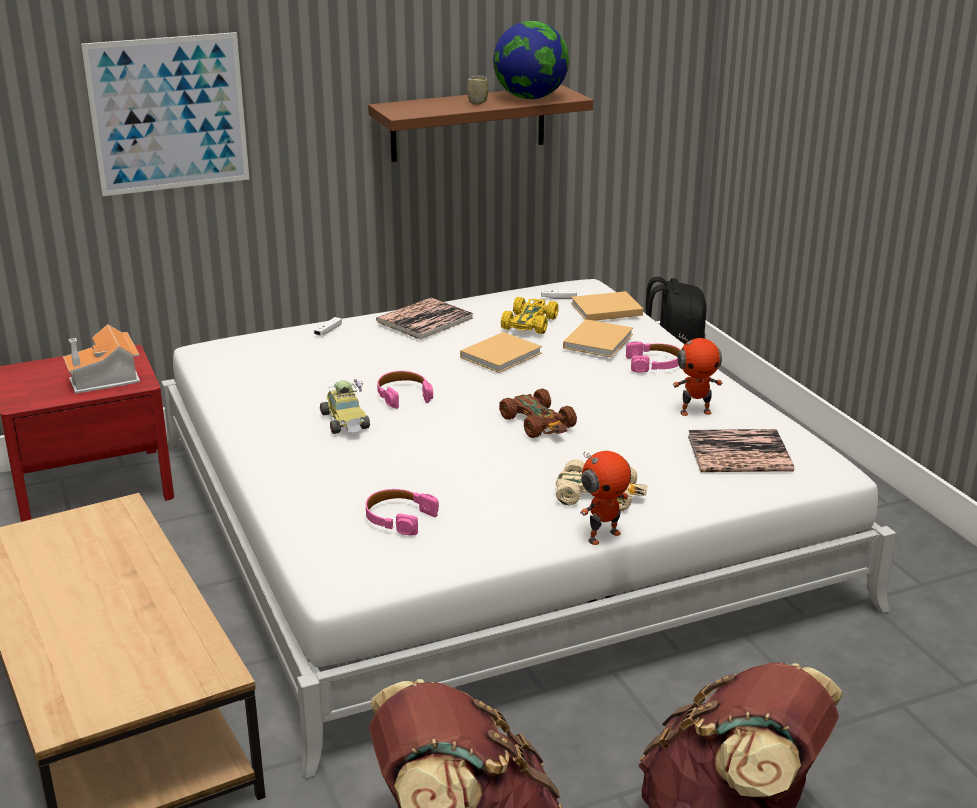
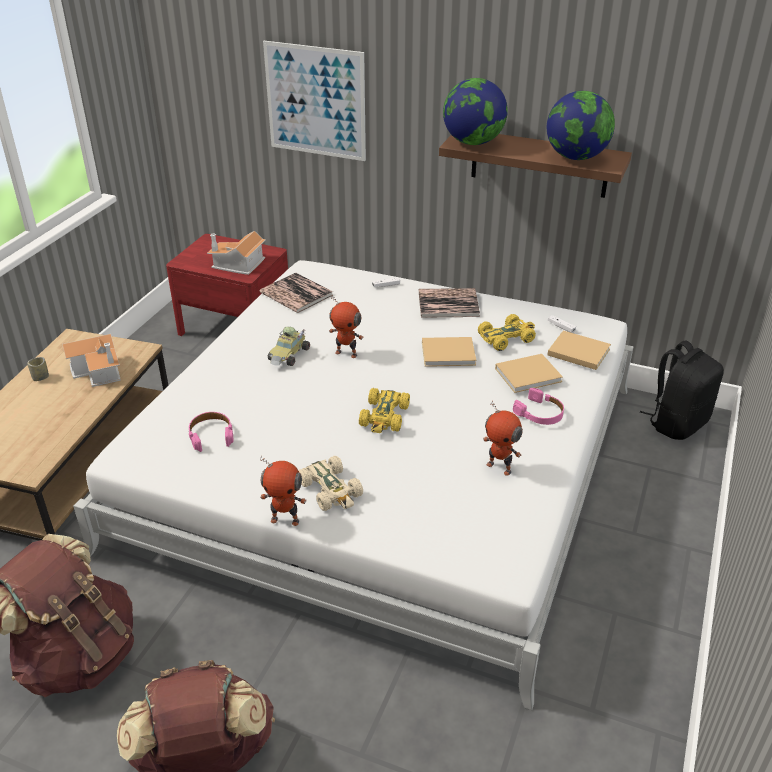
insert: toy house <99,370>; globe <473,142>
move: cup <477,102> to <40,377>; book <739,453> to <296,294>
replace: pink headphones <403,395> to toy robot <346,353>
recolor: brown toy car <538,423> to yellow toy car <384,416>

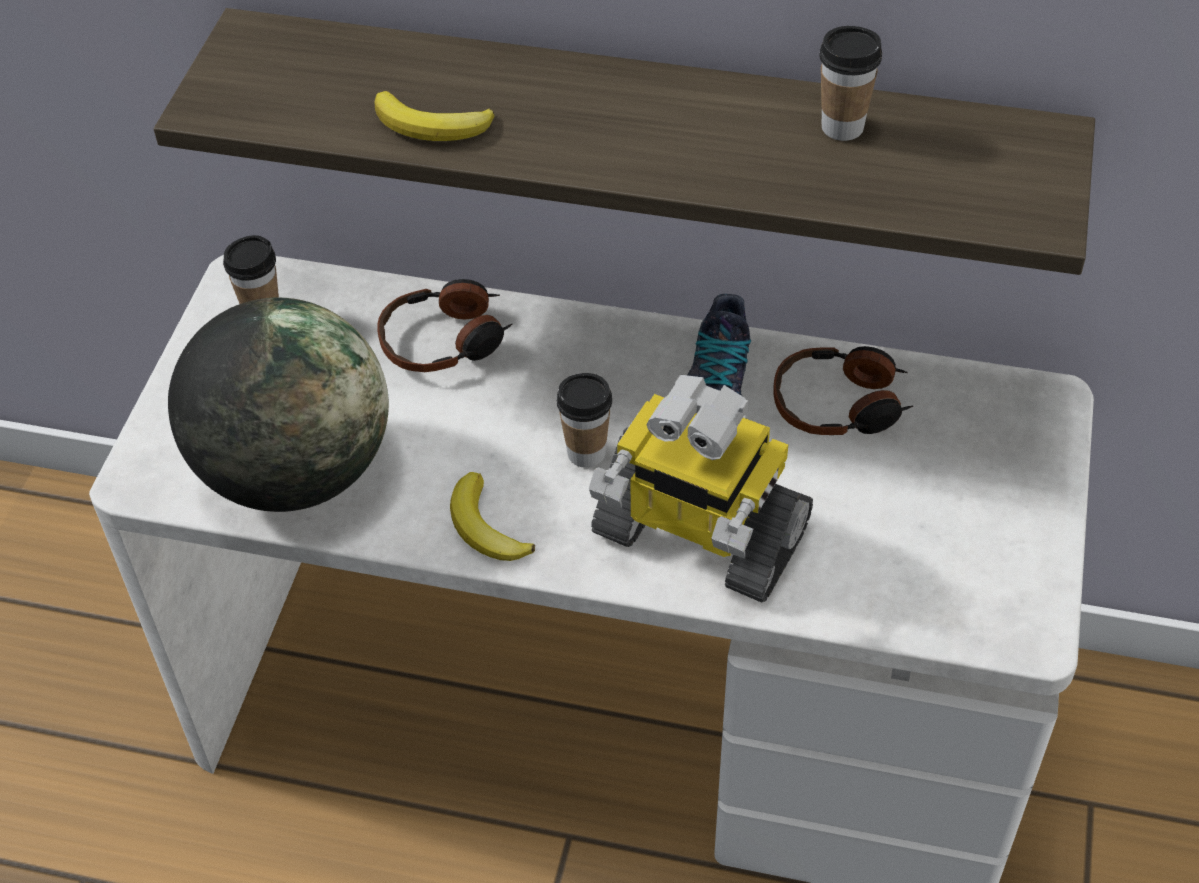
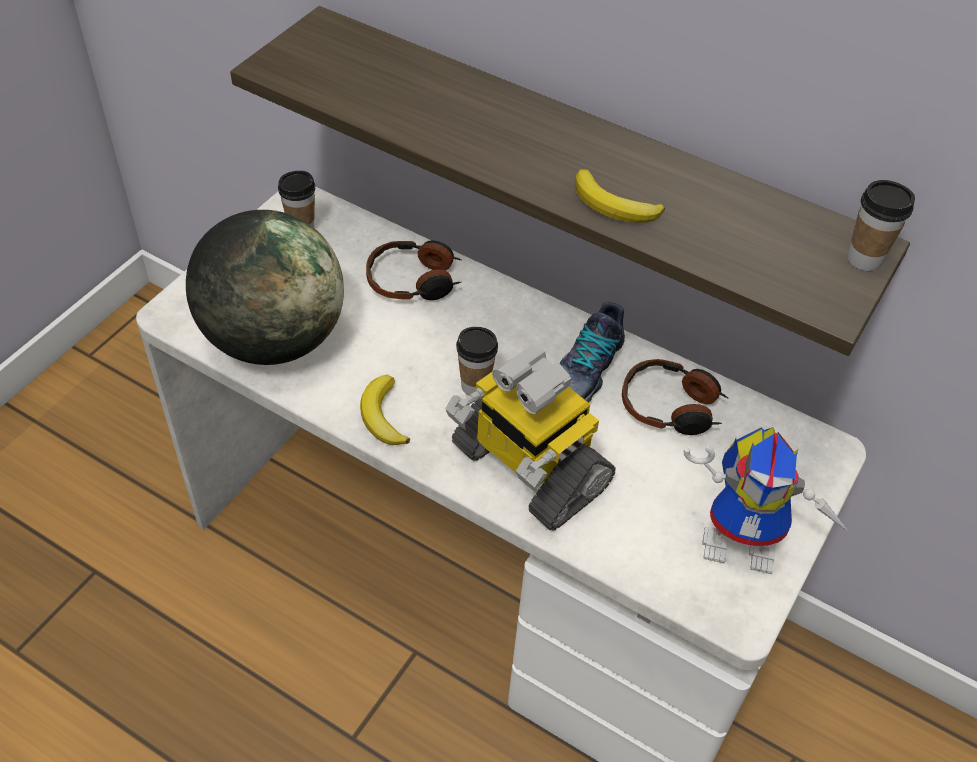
insert: toy robot <745,543>
move: banana <432,126> to <614,205>; cup <842,127> to <864,259>

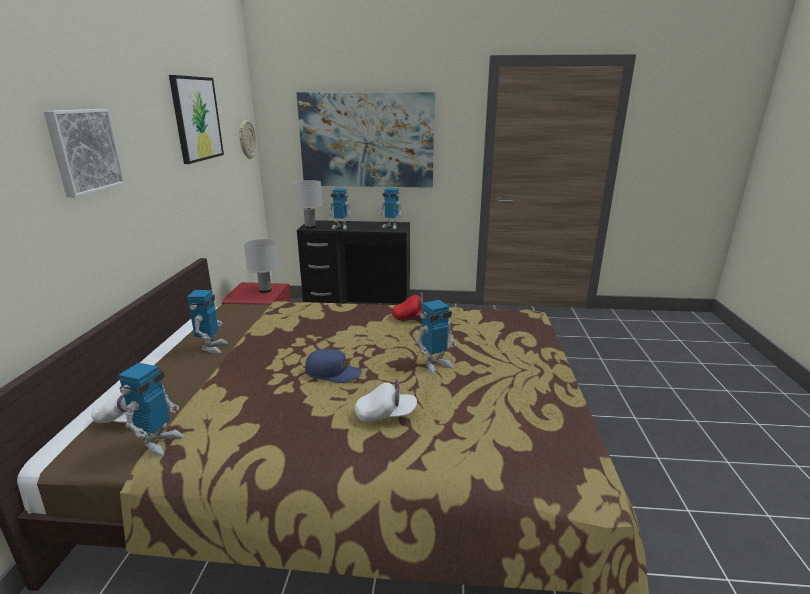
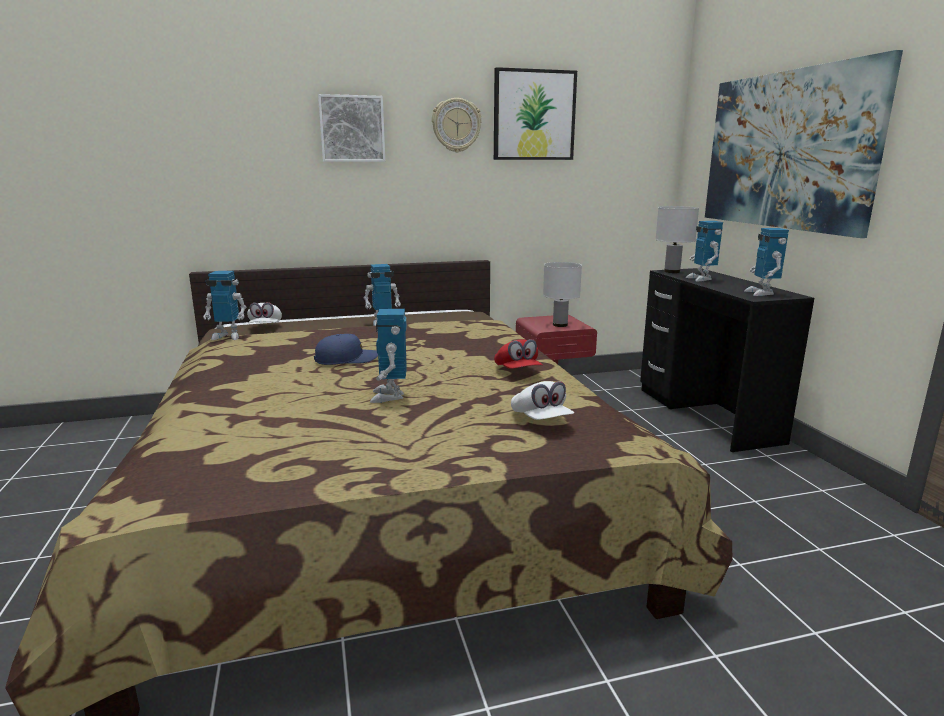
move: wall clock <246,140> to <456,125>; white cap <385,414> to <541,420>
rotate: blue cap <333,373> = <346,359> 105 degrees counterclockwise; toy robot <435,364> = <390,396> 45 degrees clockwise

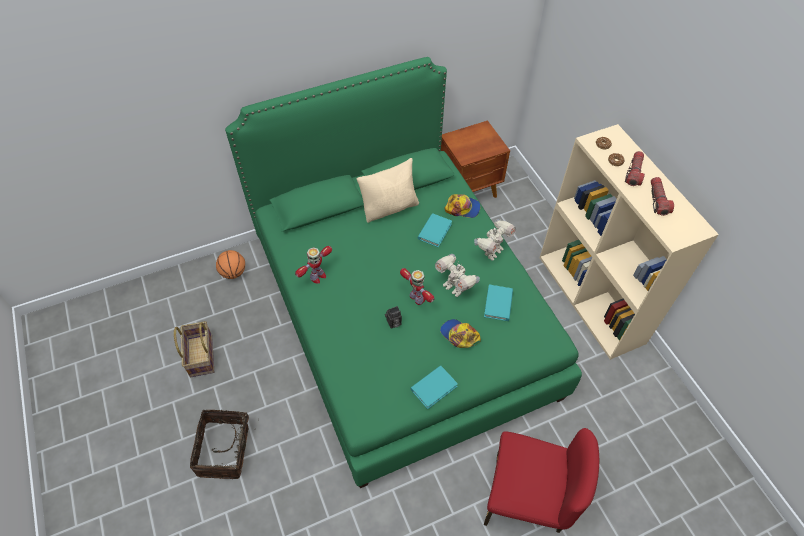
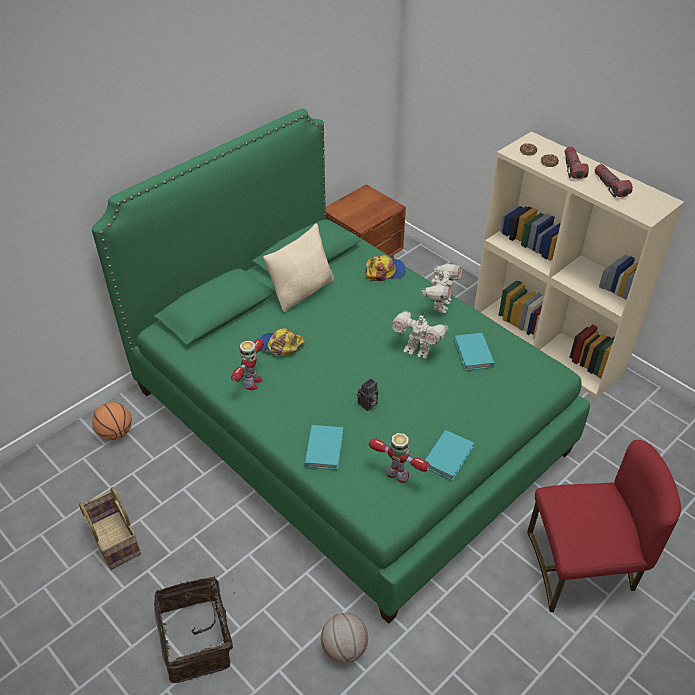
insert: basketball <344,648>
move: toy robot <417,298> to <398,475>; turquoise book <434,231> to <324,449>; cap <459,335> to <280,346>

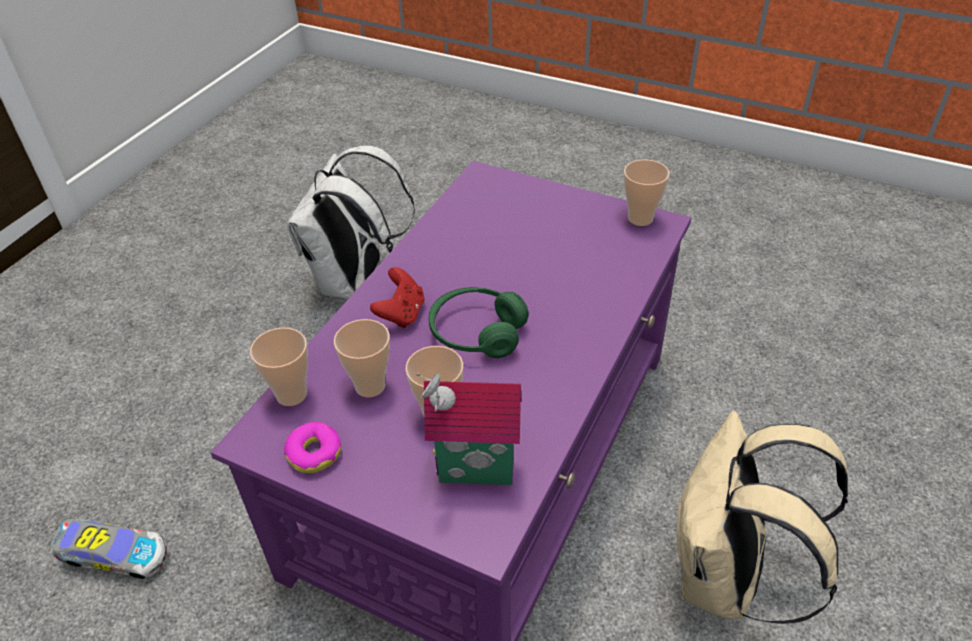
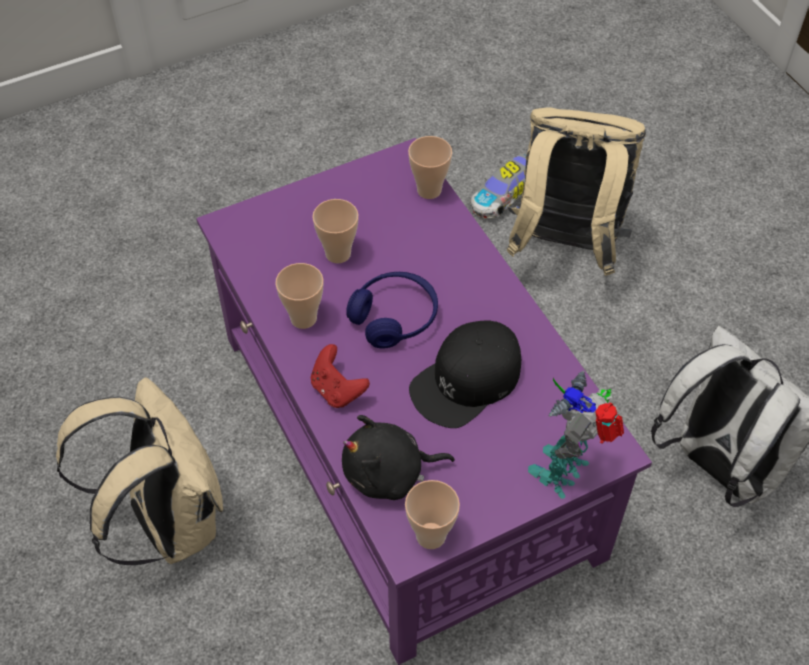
delete: donut <314,453>; toy house <475,475>
insert: black plush toy <389,473>; black cap <467,380>; beige backpack <564,246>; toy robot <565,471>
move: cup <370,386> to <303,318>; red game controller <401,314> to <337,390>
recolor: green headphones <477,333> to blue headphones <394,317>

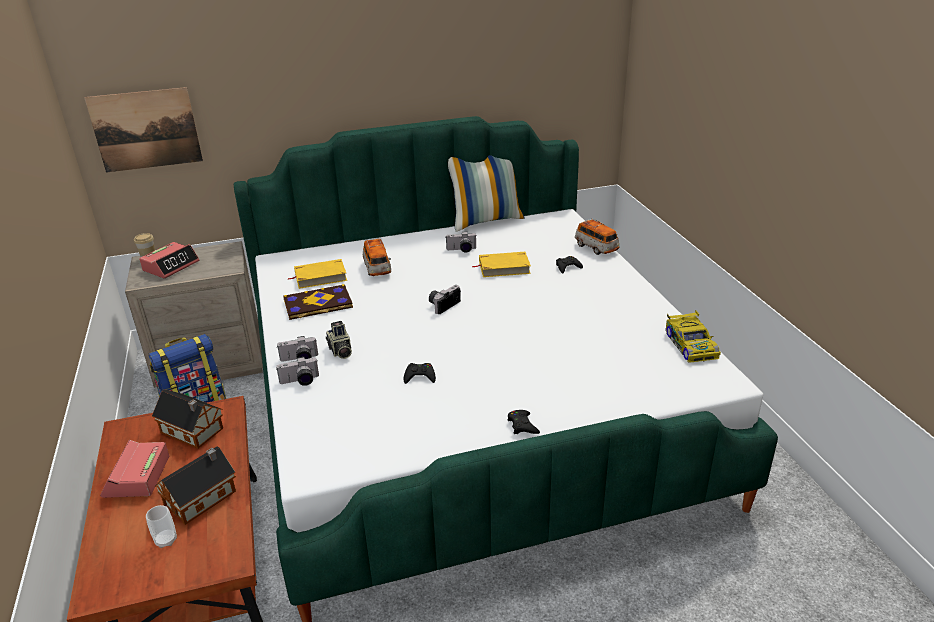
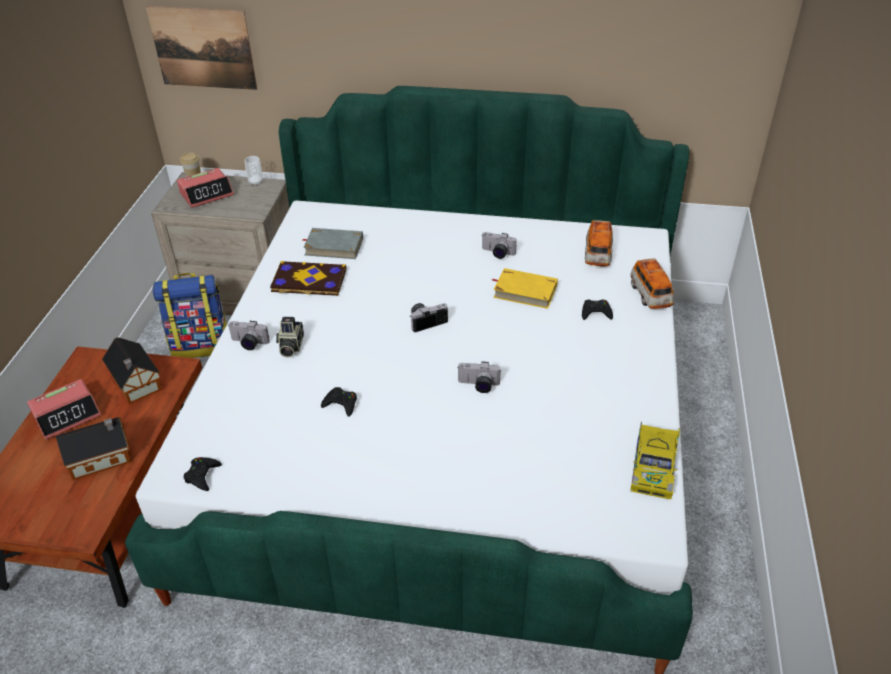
delete: pillow <486,220>
move: cup <166,540> to <256,182>; photo camera <300,381> to <478,386>; toy car <377,269> to <597,255>; black game controller <522,425> to <202,476>
recolor: yellow book <320,277> to grey book <334,246>
rotate: alarm clock <137,476> = <67,415> 150 degrees counterclockwise

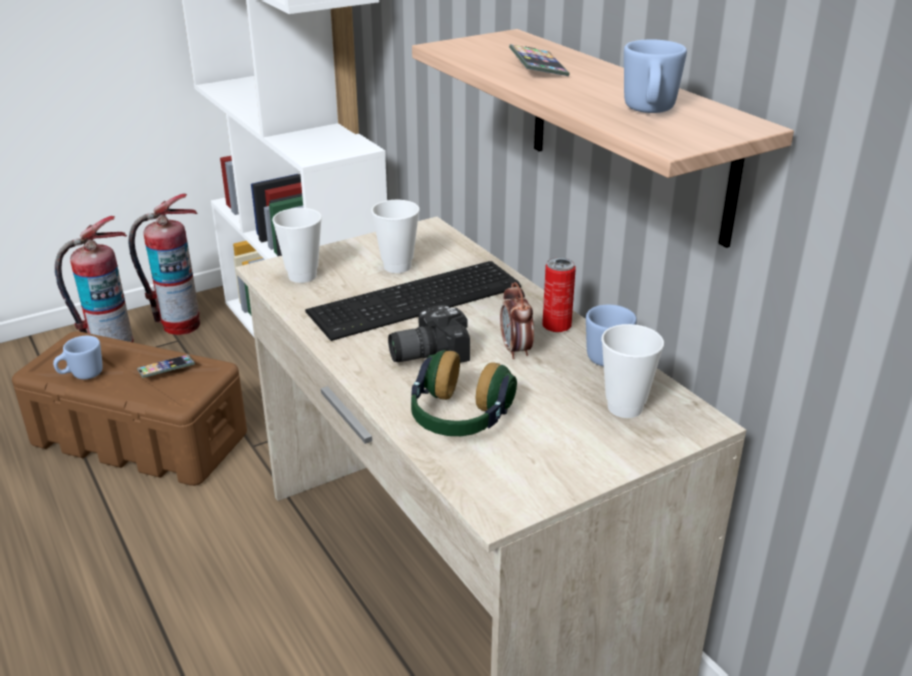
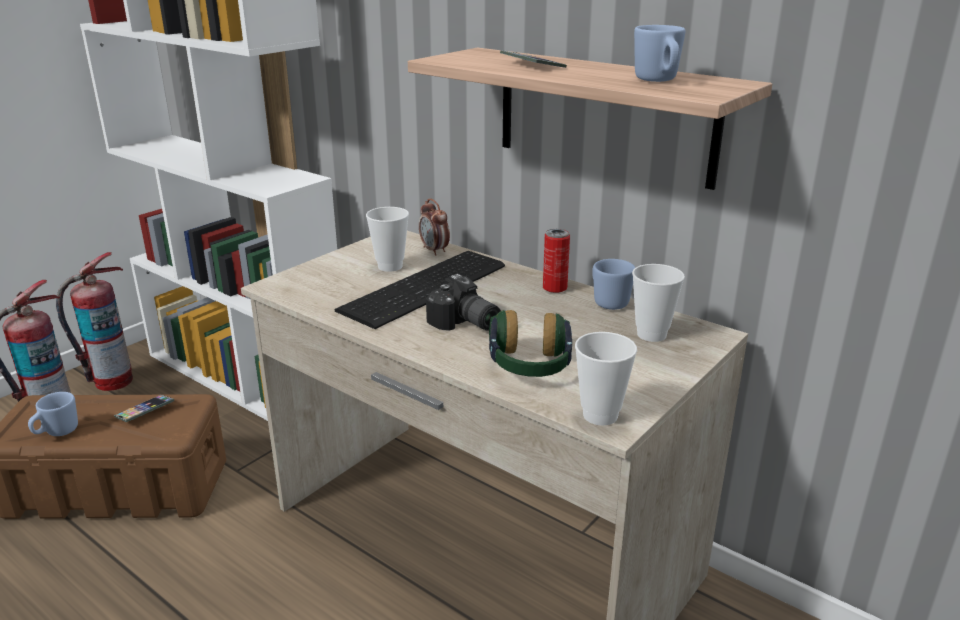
move: cup <302,276> to <600,415>; alarm clock <516,350> to <434,250>
rotate: photo camera <426,353> = <464,324> 90 degrees counterclockwise

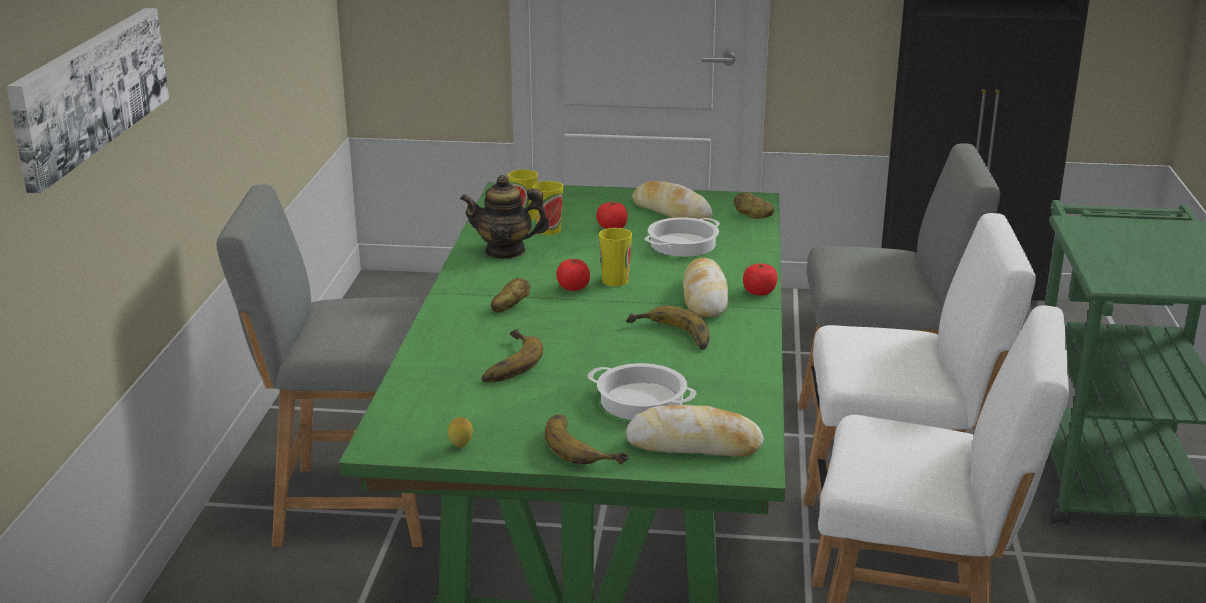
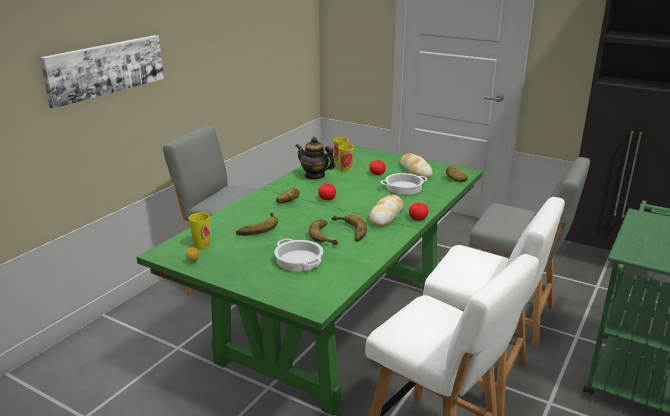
delete: bread <694,445>
move: banana <585,445> to <327,235>; cup <615,281> to <201,245>

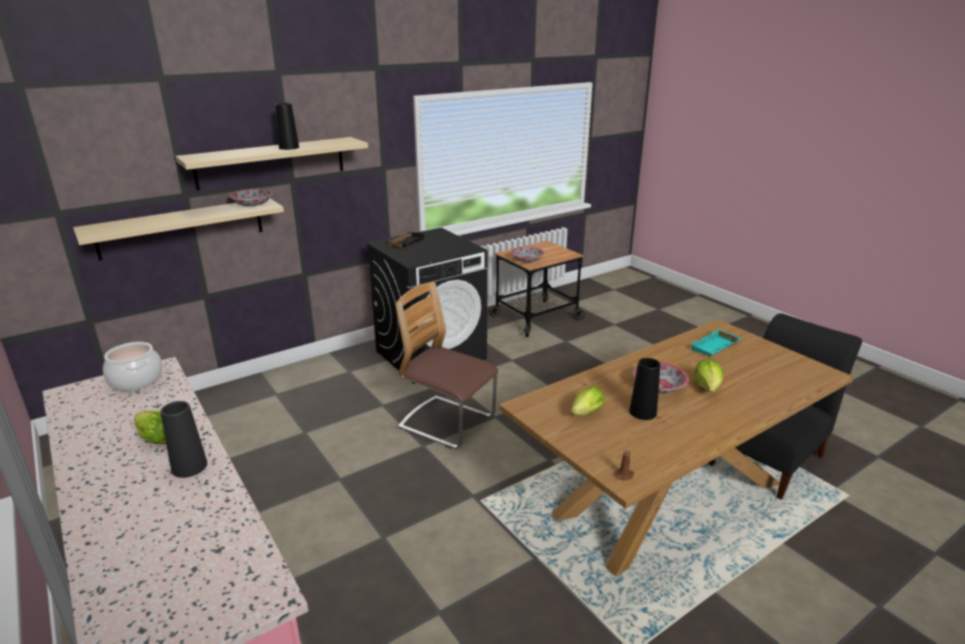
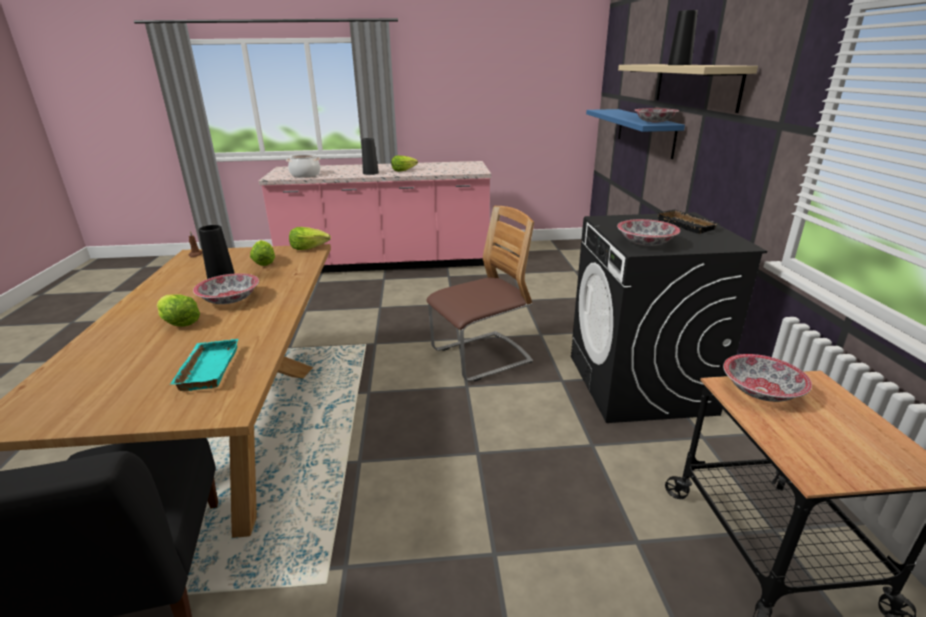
insert: lettuce <309,248>; bowl <646,243>
move: cooking pot <136,380> to <305,175>
recolor: beige shelf <182,228> to blue shelf <645,132>

